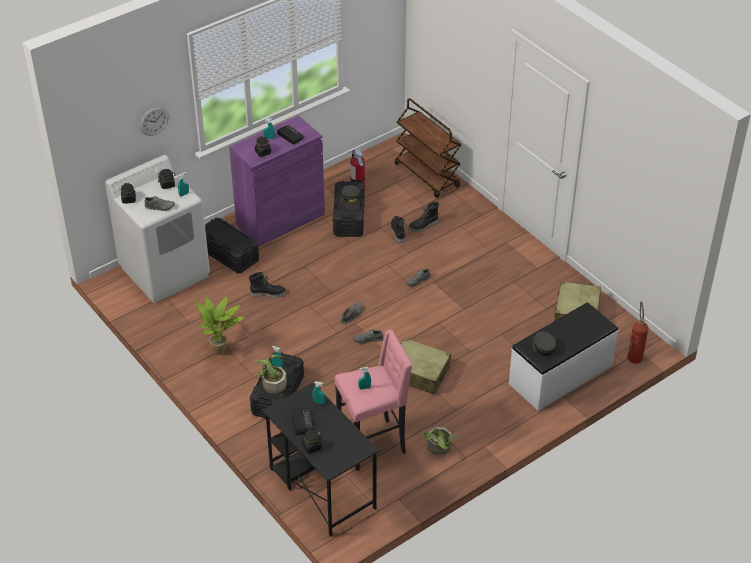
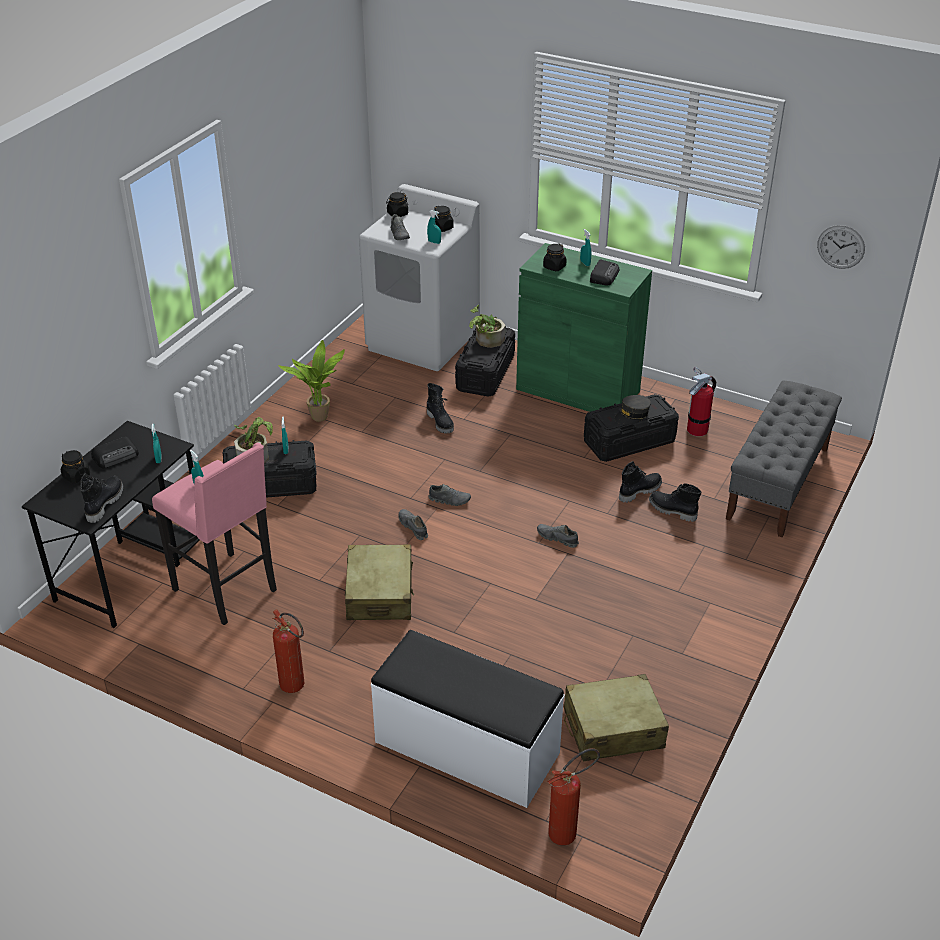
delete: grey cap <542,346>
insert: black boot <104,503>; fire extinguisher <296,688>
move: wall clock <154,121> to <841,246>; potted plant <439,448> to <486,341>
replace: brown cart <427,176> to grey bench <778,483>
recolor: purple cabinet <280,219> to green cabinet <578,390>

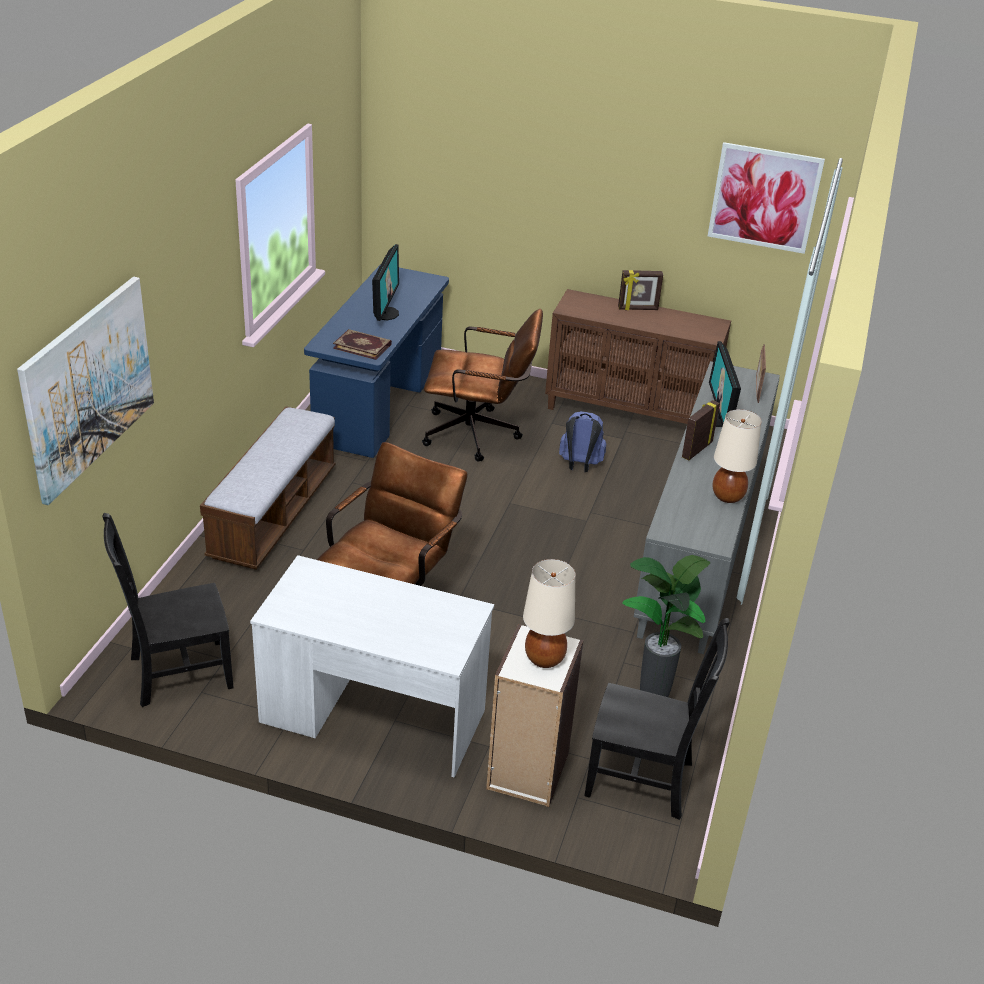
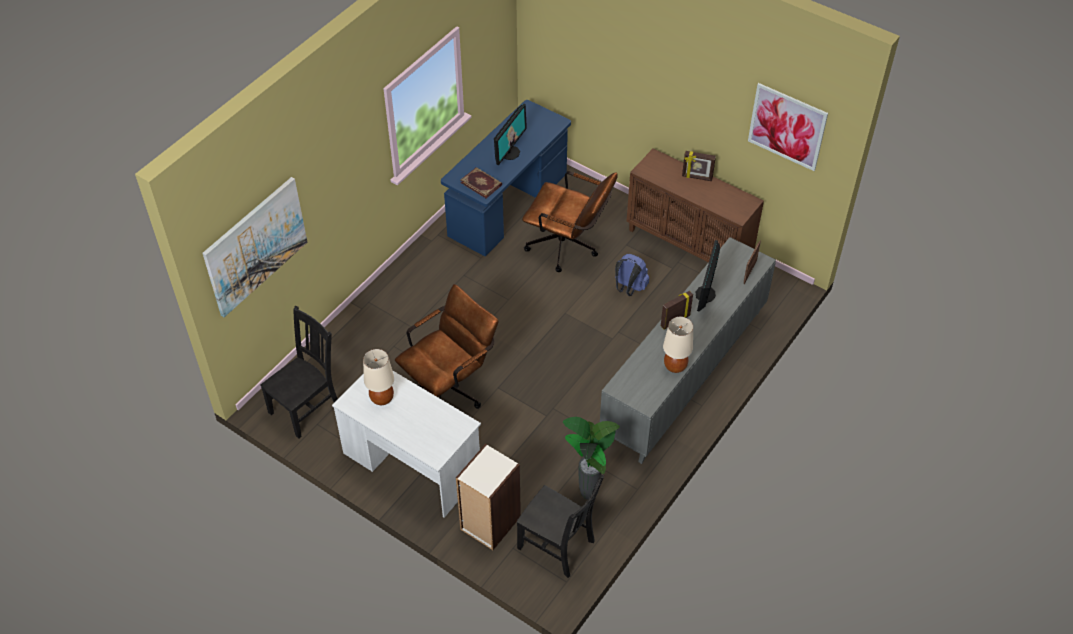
delete: bench <274,514>
move: beige table lamp <545,658> to <382,398>
rotate: black chair <177,673> = <306,407> 135 degrees clockwise

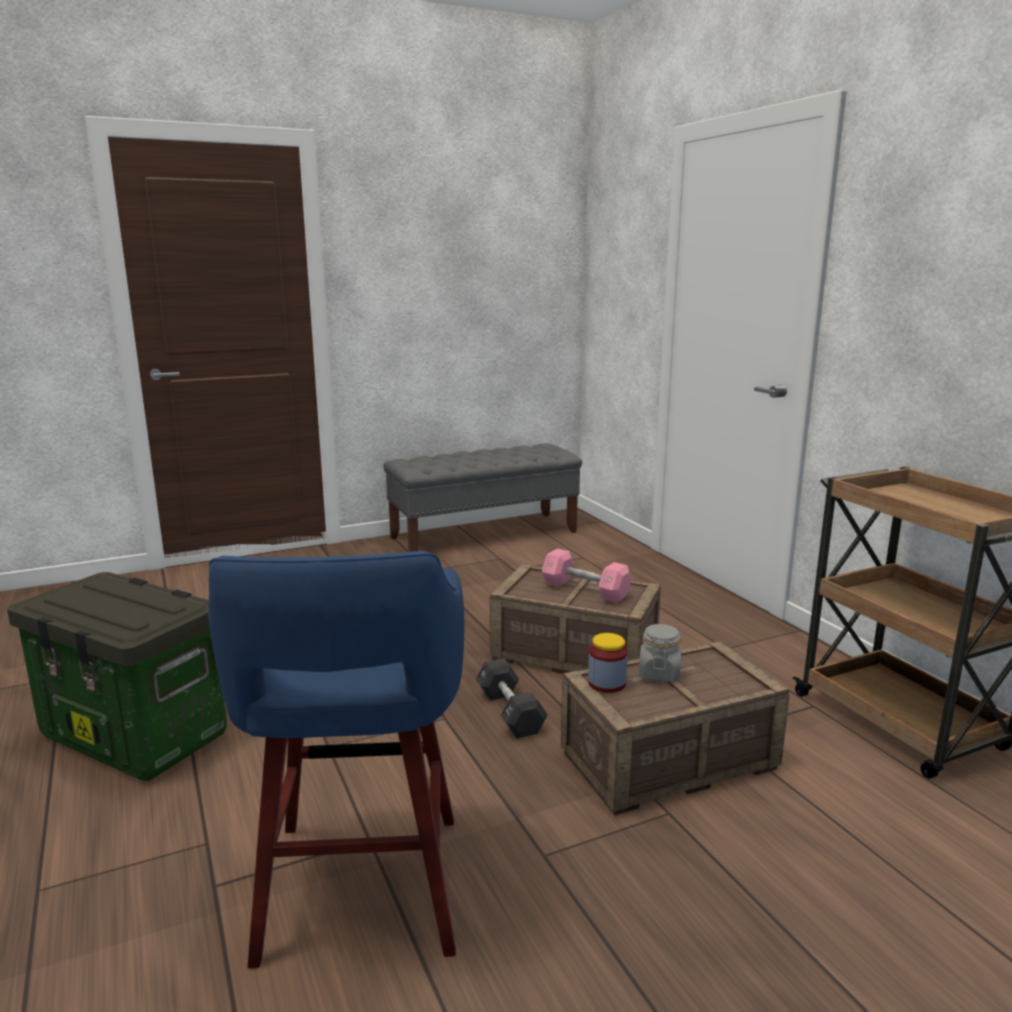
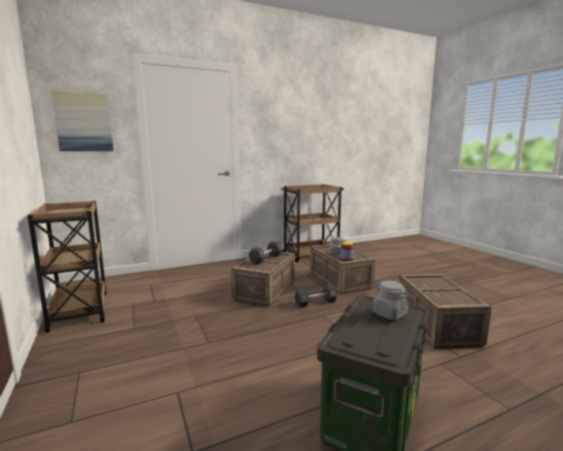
insert: picture <84,122>; grey jar <389,314>
replace: blue stool <360,892> to crate <437,325>; grey bench <484,534> to brown cart <79,310>
recolor: pink dumbbell <585,590> to black dumbbell <266,259>

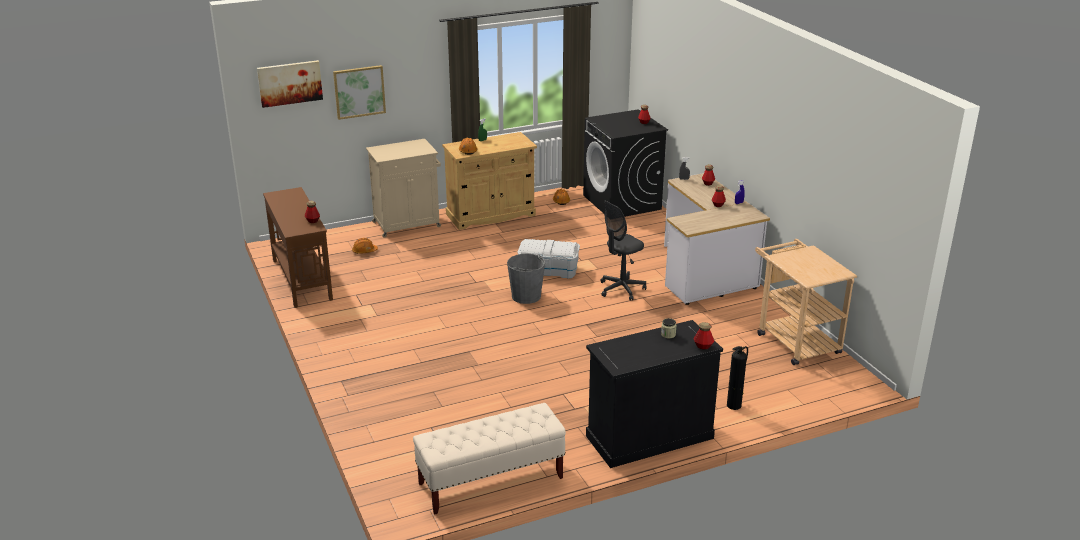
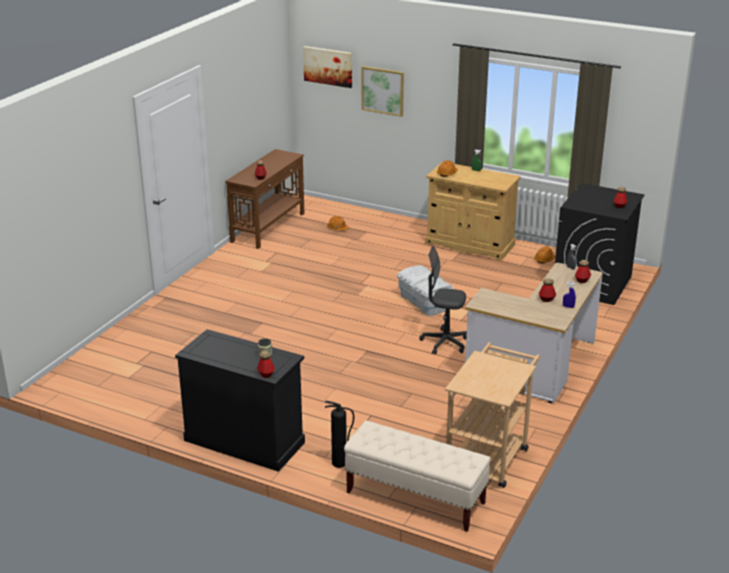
delete: beige cabinet <408,224>; grey bucket <526,296>
move: beige bench <490,481> to <415,498>

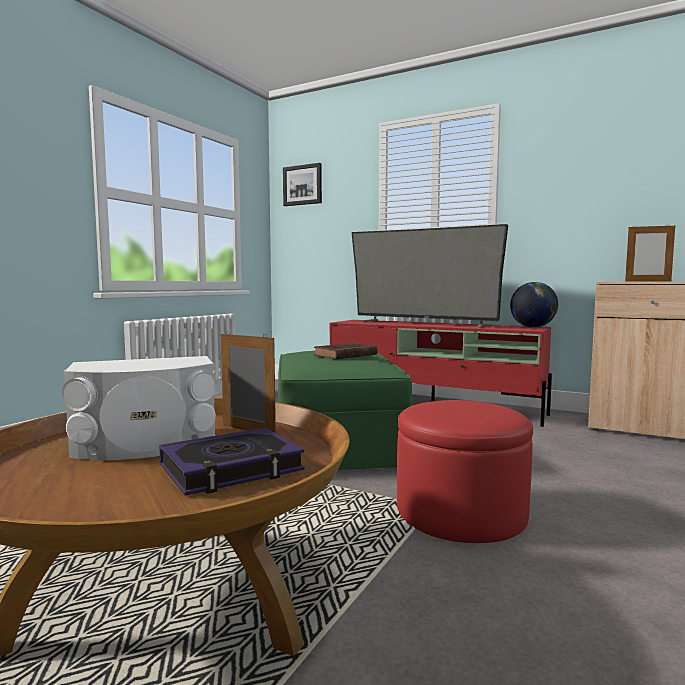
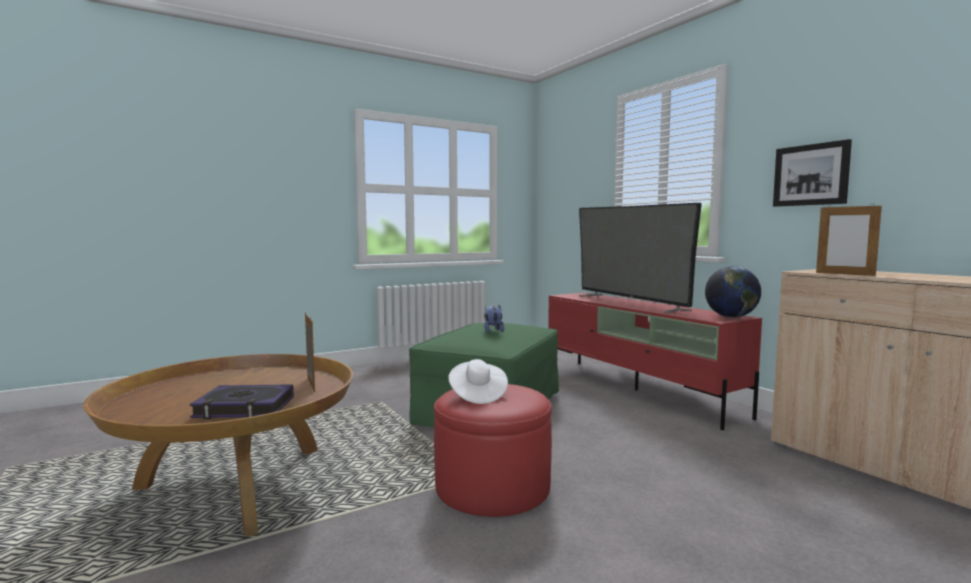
delete: white speaker <146,444>
insert: white hat <477,395>
move: picture <302,185> to <811,175>
replace: brown book <344,355> to plush toy <492,331>

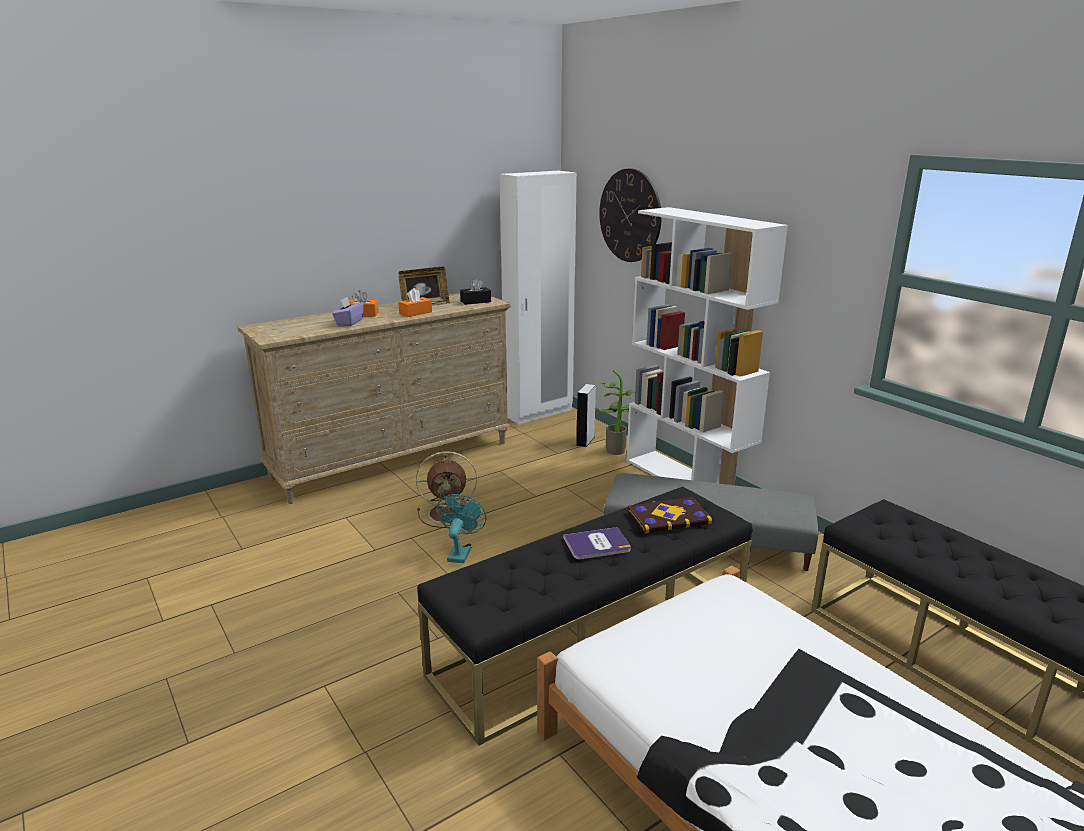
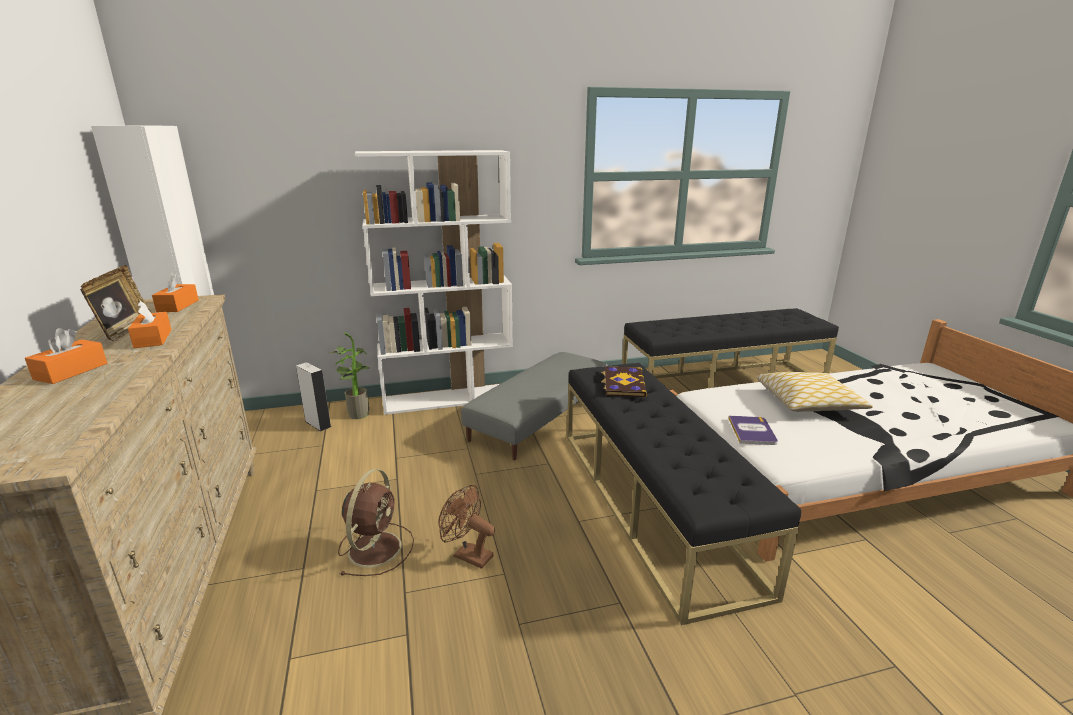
delete: purple tissue box <349,322>; wall clock <630,215>
insert: pillow <808,402>
move: book <597,544> to <752,431>
recolor: turquoise fan <460,552> to brown fan <467,555>; black tissue box <475,301> to orange tissue box <178,306>

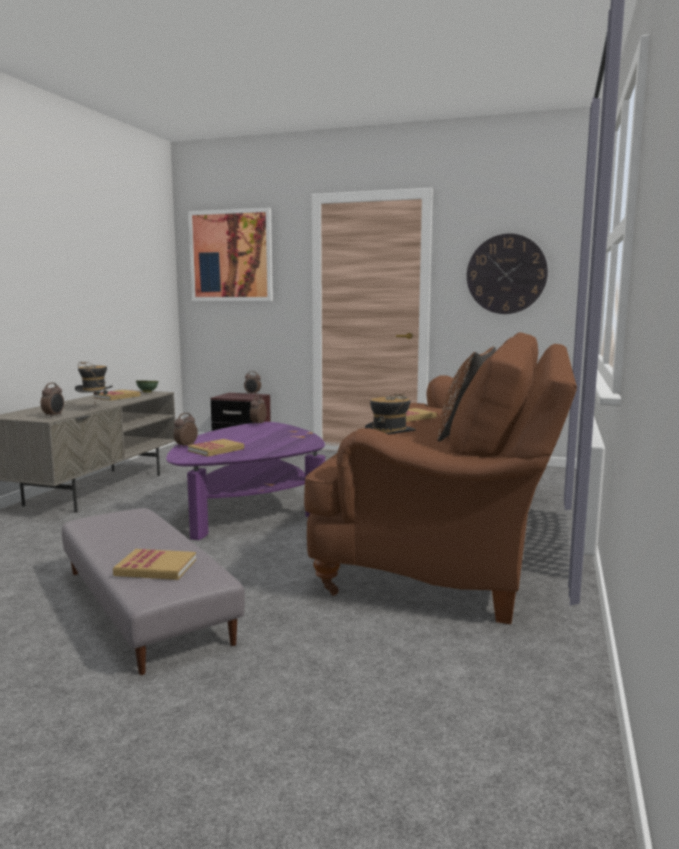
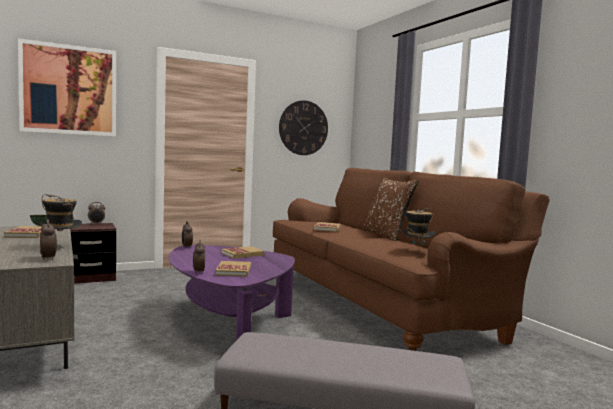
move: book <156,567> to <242,254>

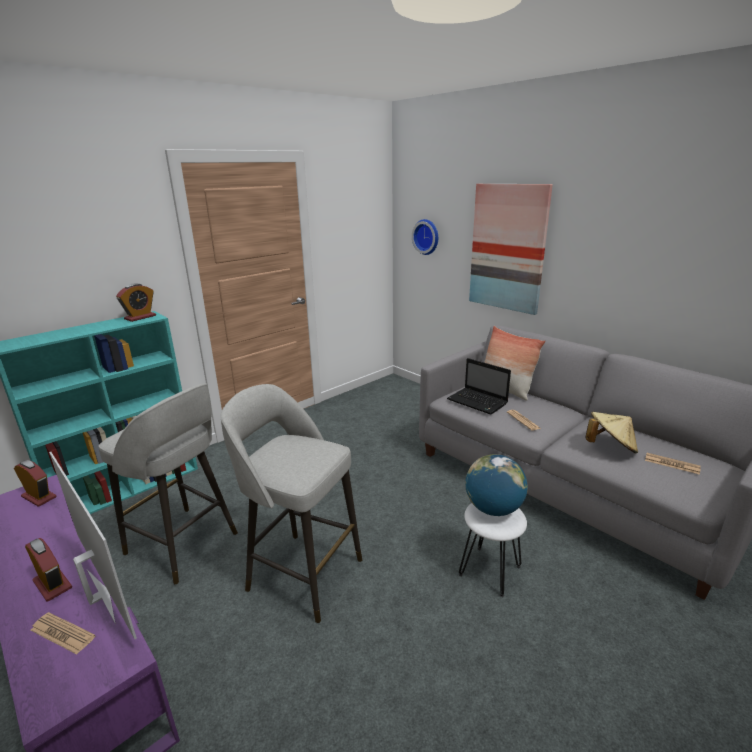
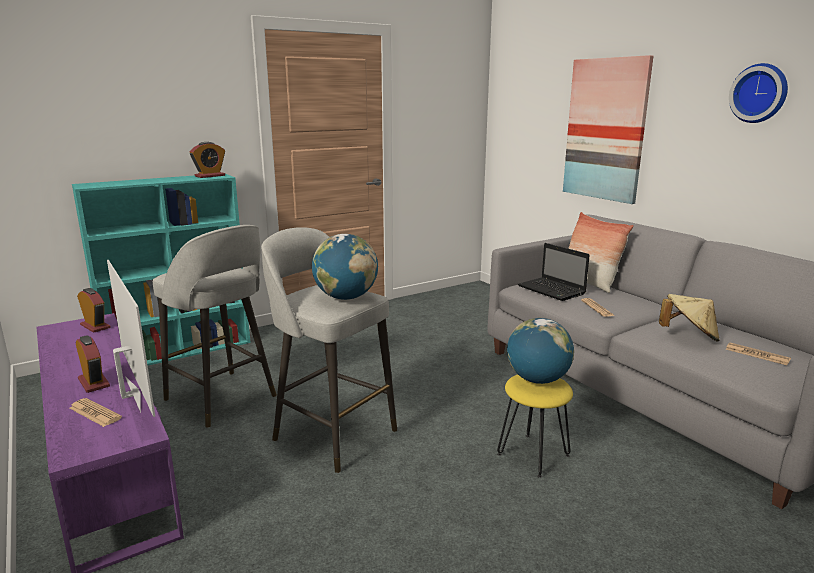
insert: globe <346,297>
move: wall clock <427,236> to <760,93>
recolor: white stool <490,571> to yellow stool <534,455>

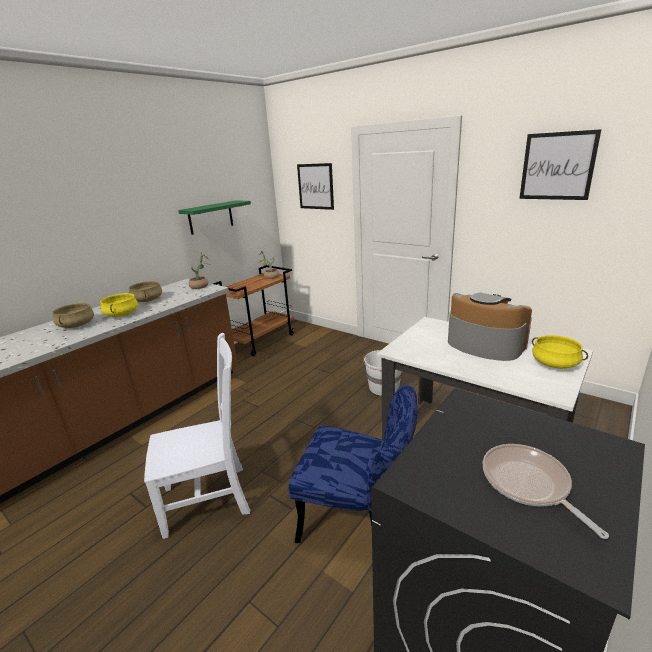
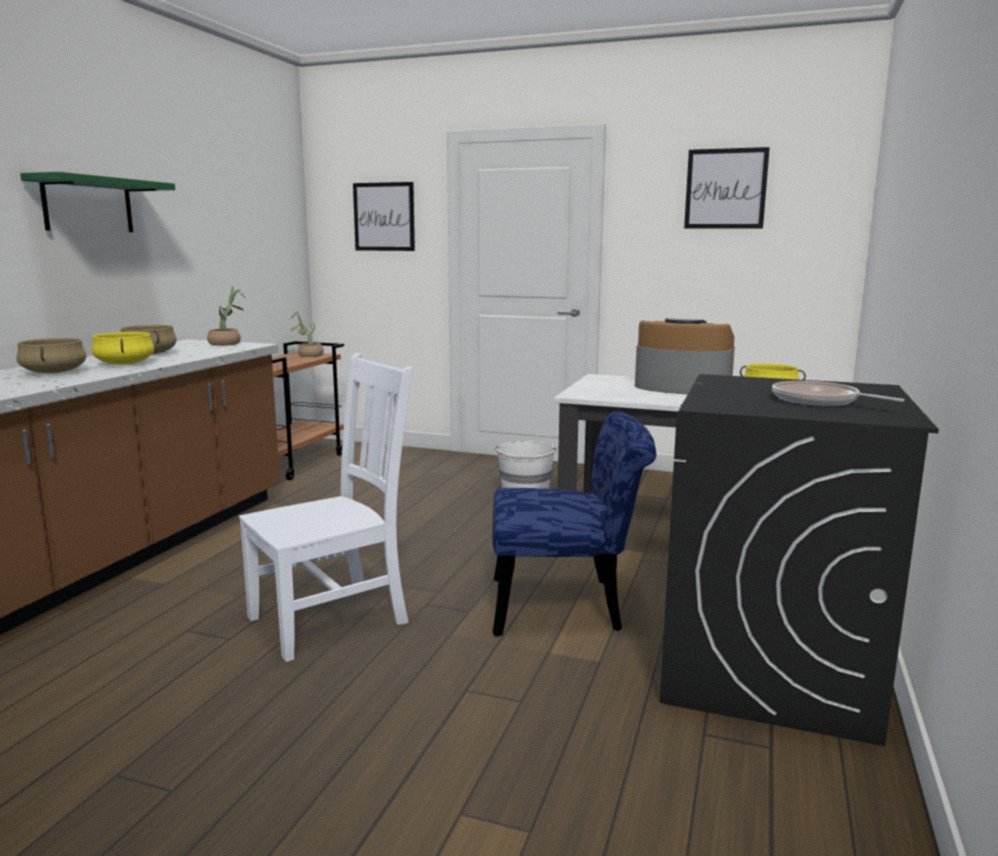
move: green shelf <211,217> to <88,205>

